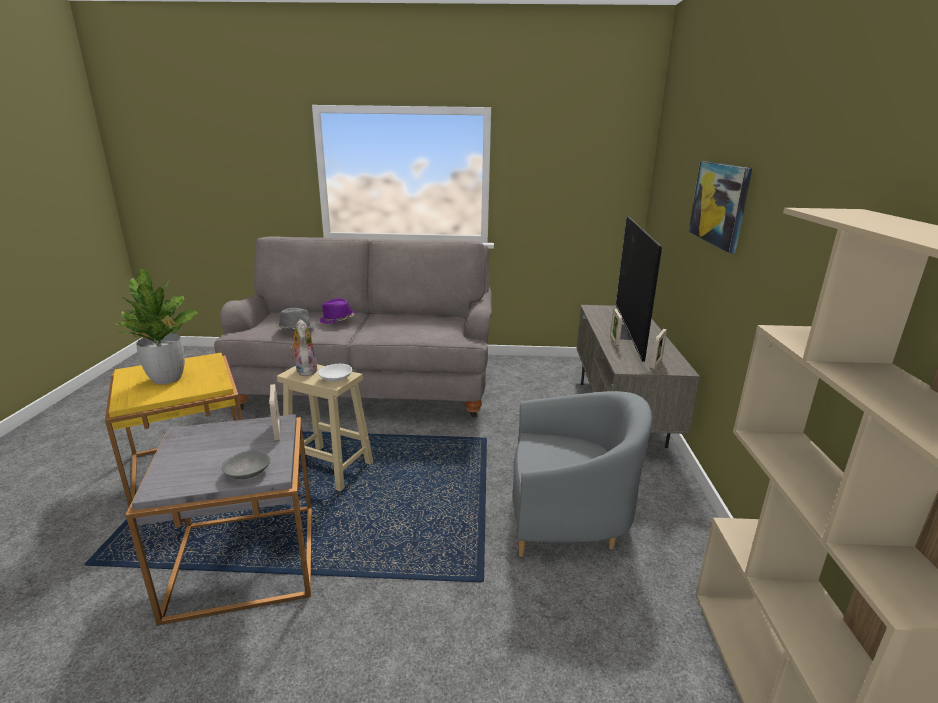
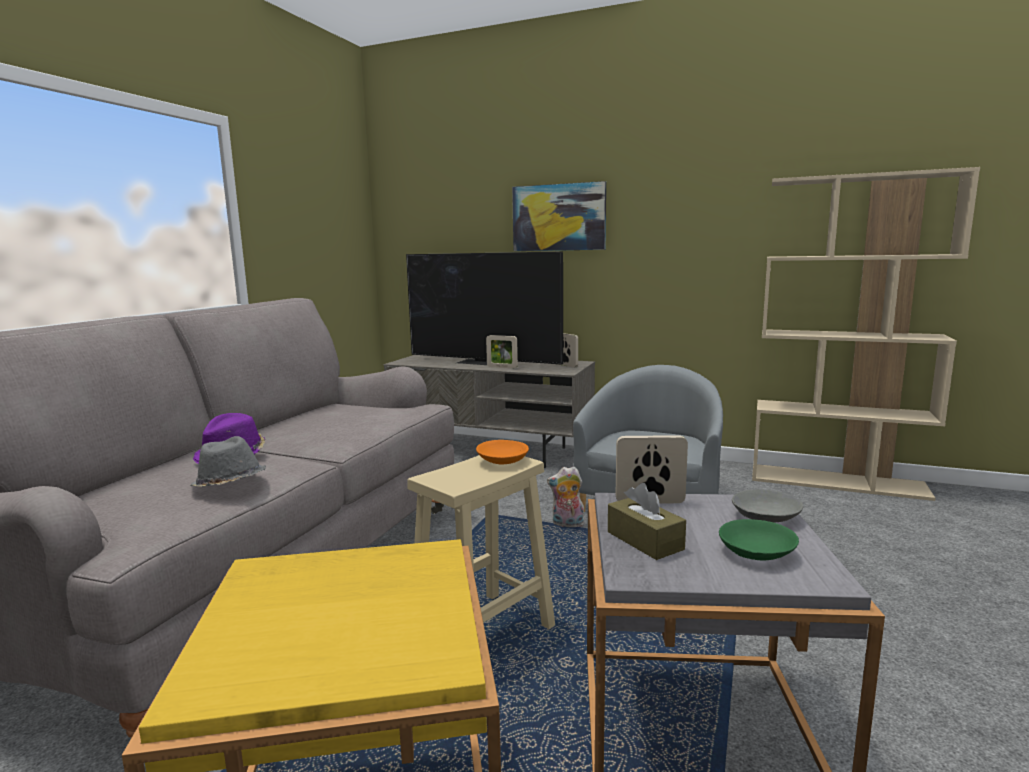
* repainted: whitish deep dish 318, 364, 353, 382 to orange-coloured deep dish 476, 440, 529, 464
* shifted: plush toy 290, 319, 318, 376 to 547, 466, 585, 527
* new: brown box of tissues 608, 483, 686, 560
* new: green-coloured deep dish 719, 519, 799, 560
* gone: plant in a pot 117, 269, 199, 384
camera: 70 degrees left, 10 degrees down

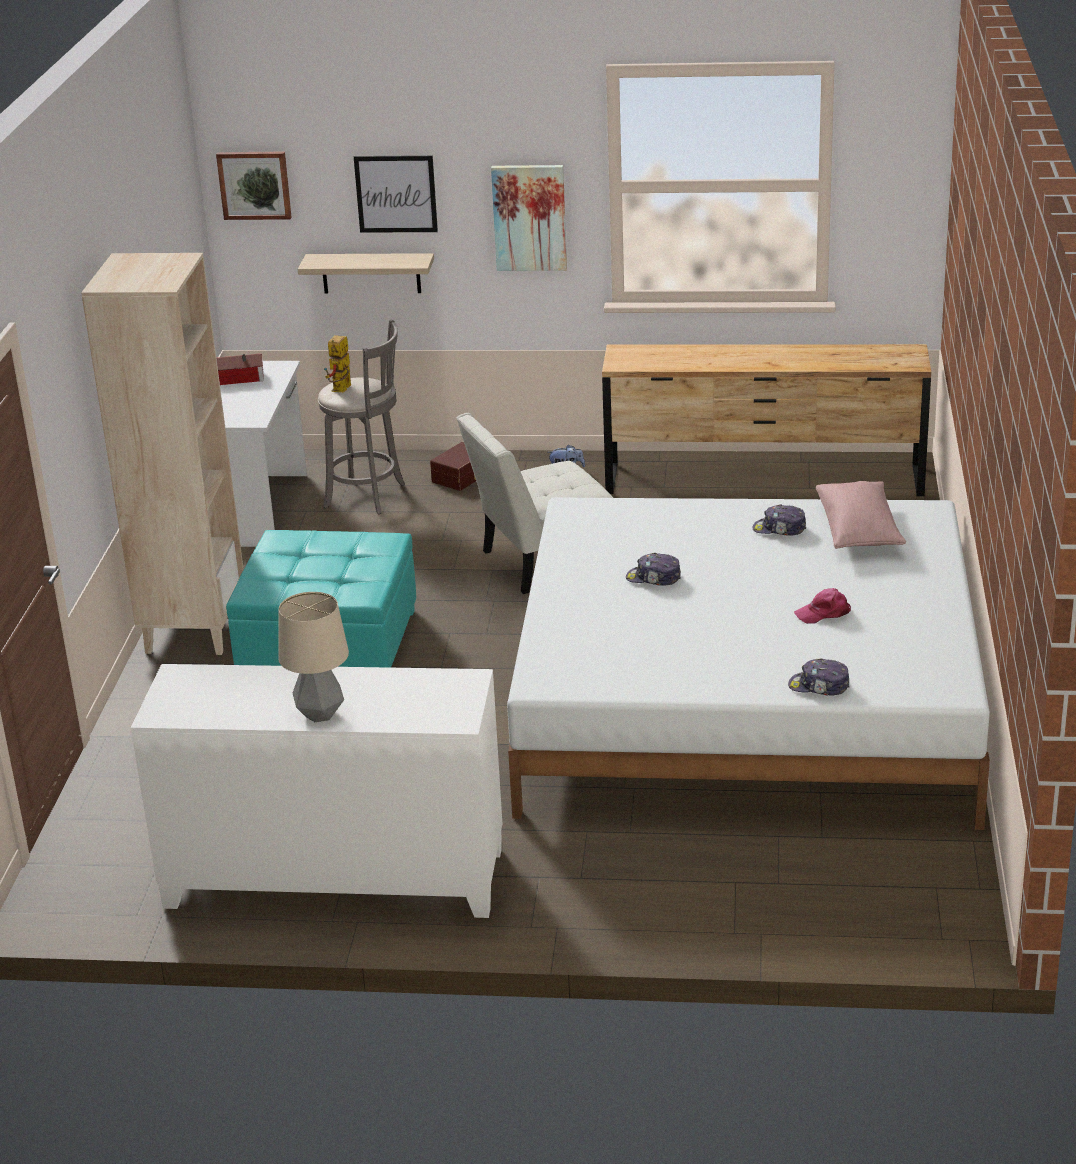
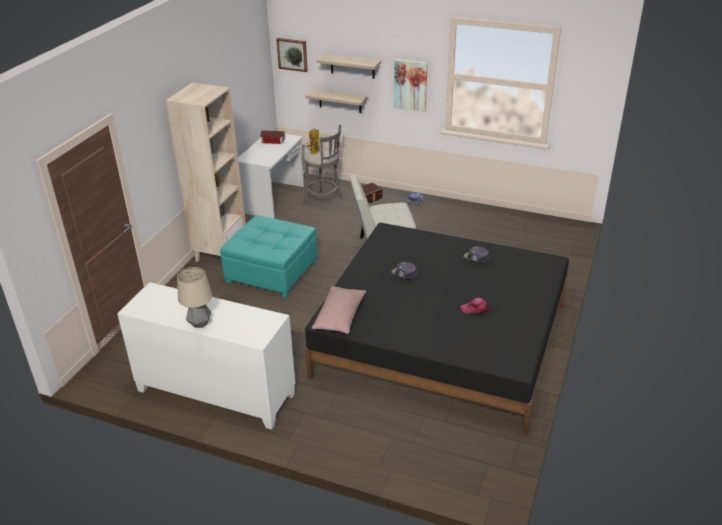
* repainted: whitish bed 507, 497, 990, 830 to blackish bed 305, 223, 569, 436
* shifted: pink cushion 816, 481, 906, 549 to 312, 286, 366, 334
* swapped: wall art 354, 155, 438, 233 to wall shelf 316, 54, 381, 79
* gone: brown drawer chest 602, 344, 931, 496
* gone: baseball cap 788, 658, 850, 696
camera: 15 degrees right, 5 degrees up

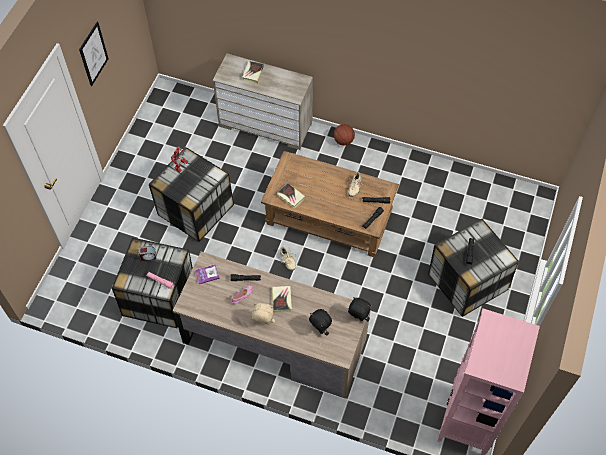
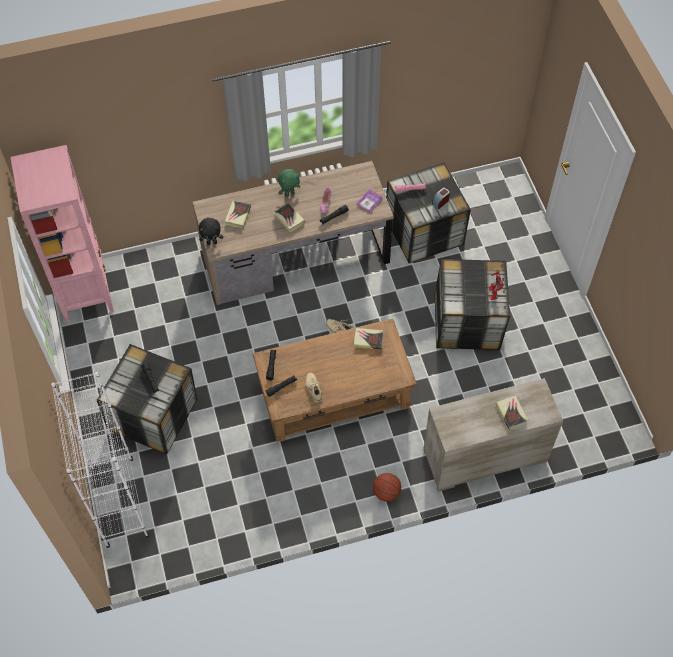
* new: whitish shelving unit 51, 372, 149, 548
* swapped: blackish plush toy 309, 309, 332, 335 to bound book 225, 201, 251, 228
* repainted: sand-coloured plush toy 252, 303, 275, 324 to green-coloured plush toy 278, 169, 300, 197
* gone: wall art 79, 21, 108, 86
camera: 145 degrees right, 0 degrees up

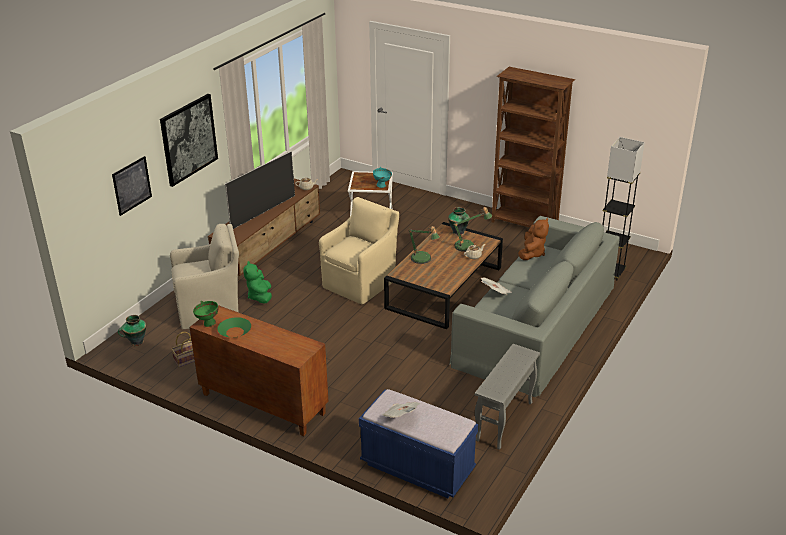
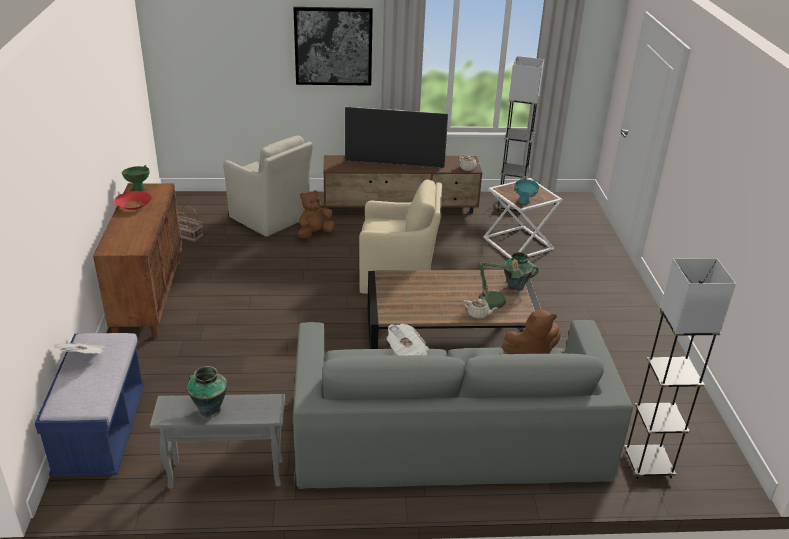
* repainted: green-coloured deep dish 217, 317, 251, 338 to red deep dish 114, 191, 152, 210
* shifted: decorative vase 118, 315, 146, 346 to 187, 366, 227, 418
* repainted: green-coloured plush toy 244, 261, 272, 304 to brown plush toy 298, 190, 335, 238
* new: greyish floor lamp 496, 56, 544, 215
* gone: wall art 112, 156, 152, 216
* gone: table lamp 408, 226, 440, 264
* gone: brown shelving unit 492, 67, 575, 228
camera: 55 degrees right, 0 degrees up

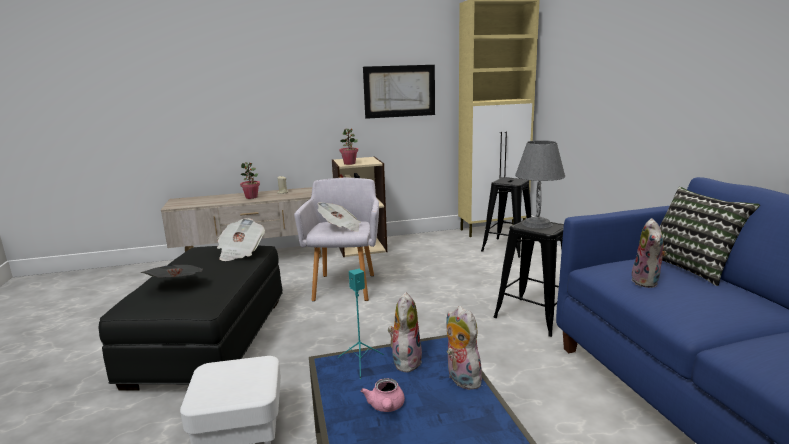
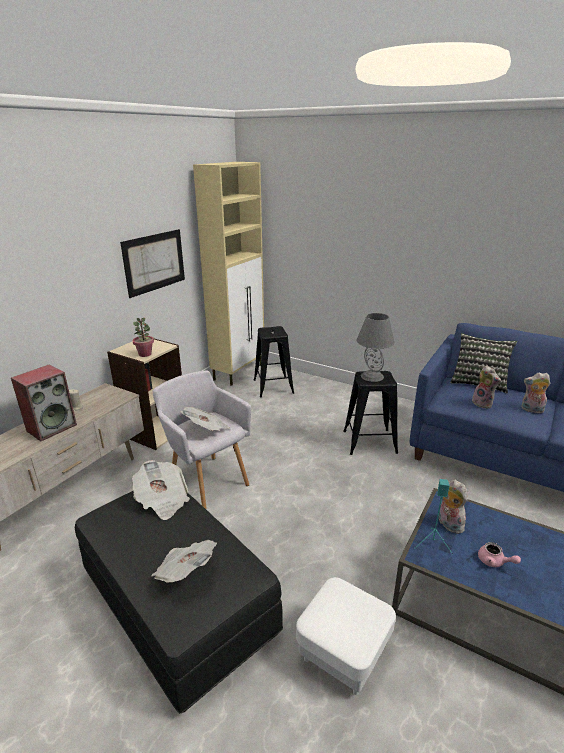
* swapped: plant in a pot 240, 162, 260, 199 to speaker 11, 364, 77, 441
* shifted: plush toy 447, 306, 482, 390 to 521, 372, 551, 413
camera: 45 degrees left, 10 degrees up

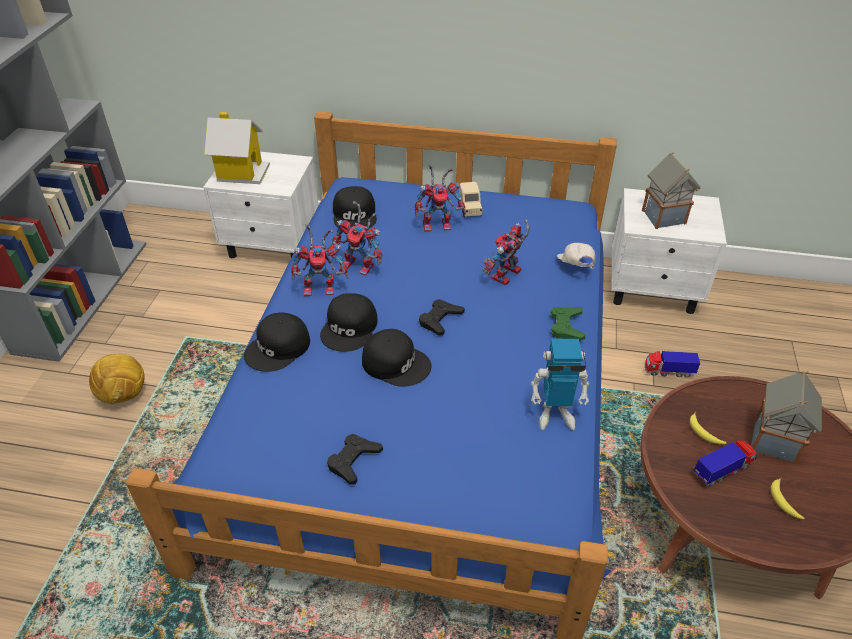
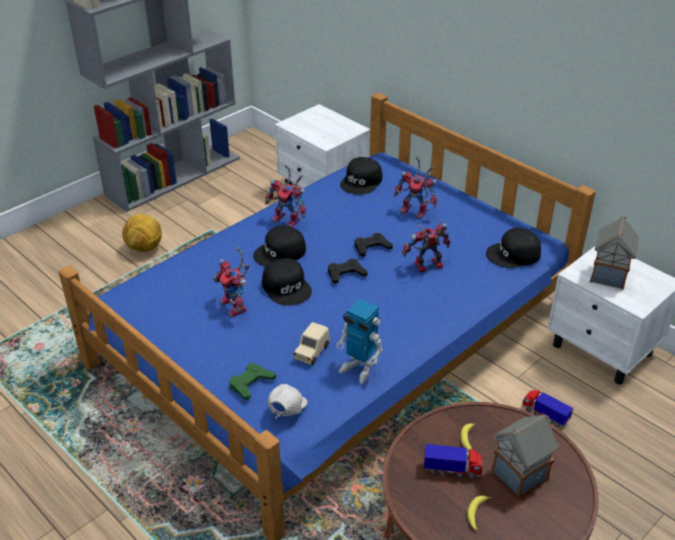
* shifted: robot figure 332, 201, 382, 276 to 213, 247, 249, 317
* shifted: green-coloured game controller 551, 307, 585, 341 to 229, 363, 276, 400
* shifted: whitish baseball cap 557, 243, 596, 269 to 268, 384, 308, 419
* shifted: sand-coloured model car 459, 182, 483, 217 to 293, 322, 330, 365
* shifted: blackish game controller 327, 434, 383, 484 to 354, 233, 393, 257
* shifted: blackish baseball cap 244, 313, 310, 372 to 486, 228, 541, 268
* gone: model house 204, 112, 270, 184
camera: 35 degrees right, 5 degrees down

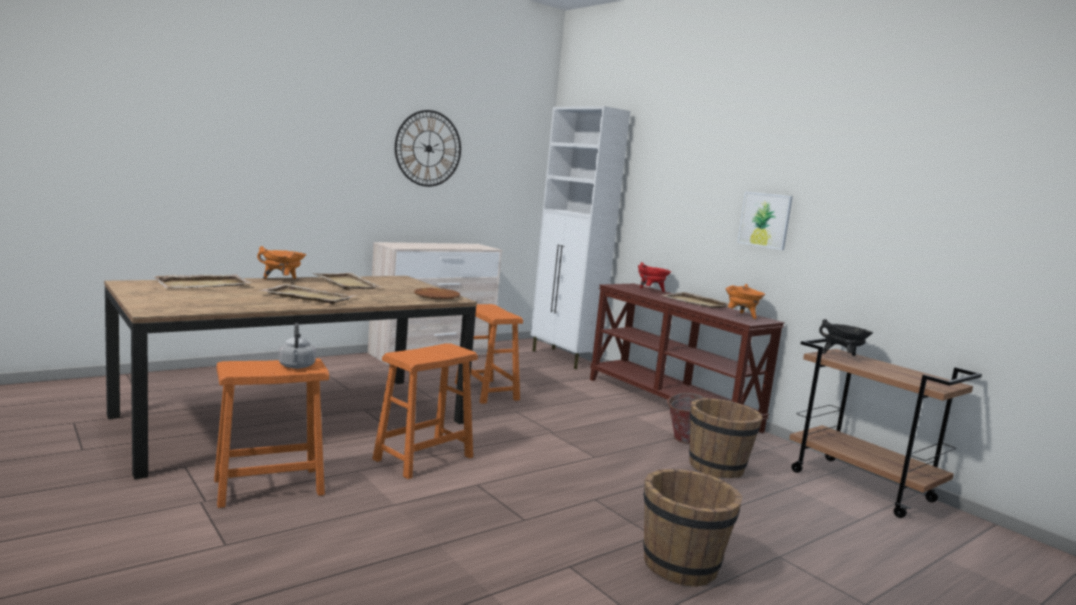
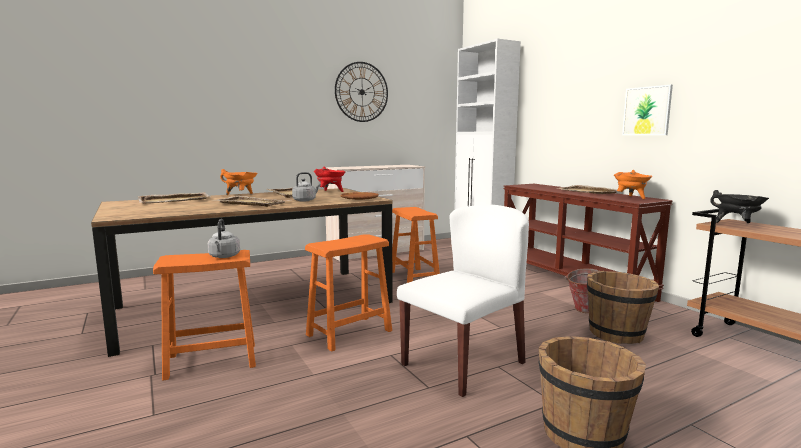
* new: greyish tea kettle 292, 172, 321, 202
* shifted: red saucepot 638, 262, 671, 292 to 314, 166, 346, 192
* new: whitish upright chair 397, 205, 529, 397
camera: 10 degrees right, 0 degrees up

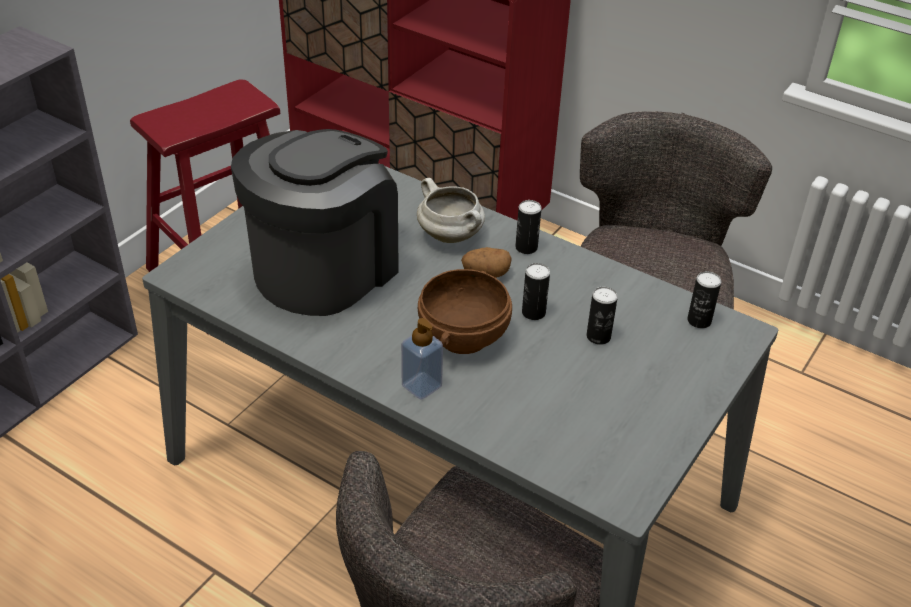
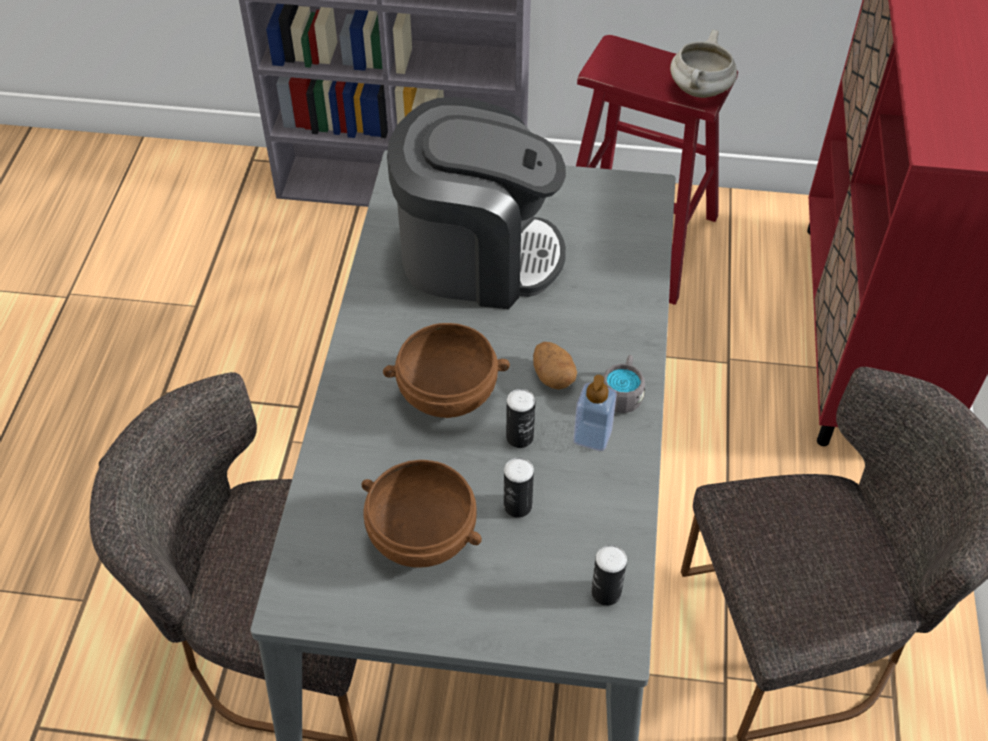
* new: brown deep dish 361, 460, 482, 568
* shifted: liquid soap bottle 401, 318, 443, 400 to 573, 375, 617, 451
* swapped: metal can 515, 200, 542, 254 to greyish tea mug 603, 355, 645, 413
* shifted: whitish saucepot 417, 178, 485, 243 to 670, 30, 737, 98
camera: 65 degrees right, 10 degrees up

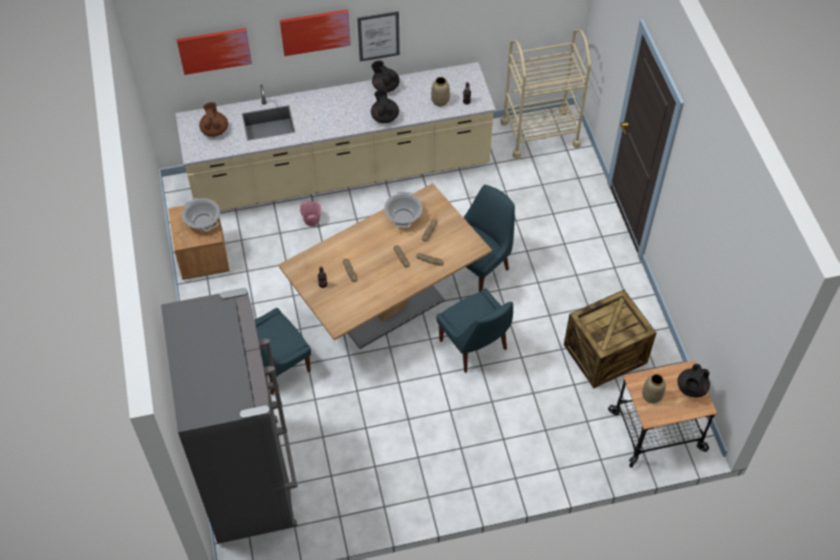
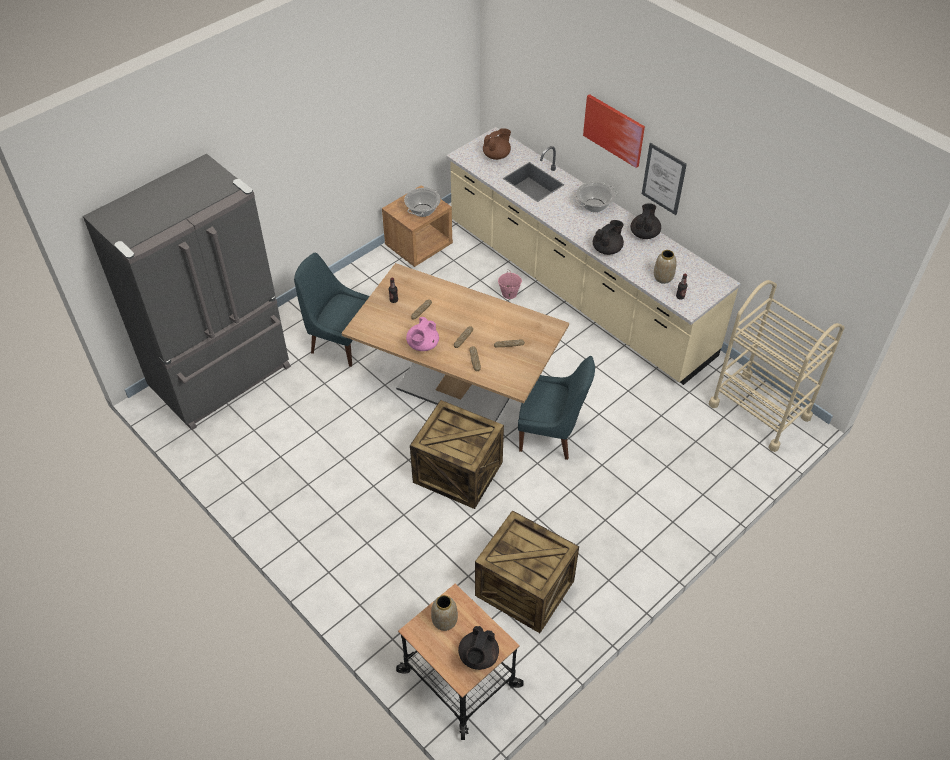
* new: pink teapot 406, 317, 439, 351
* swapped: blue upright chair 436, 288, 513, 373 to packing crate 410, 400, 504, 509
* rotated: blackish teapot 677, 364, 710, 398 = 458, 626, 499, 670 75 degrees counterclockwise
* shifted: saucepot 384, 192, 423, 228 to 573, 181, 618, 212
* gone: wall art 177, 28, 252, 75
camera: 60 degrees right, 5 degrees down

